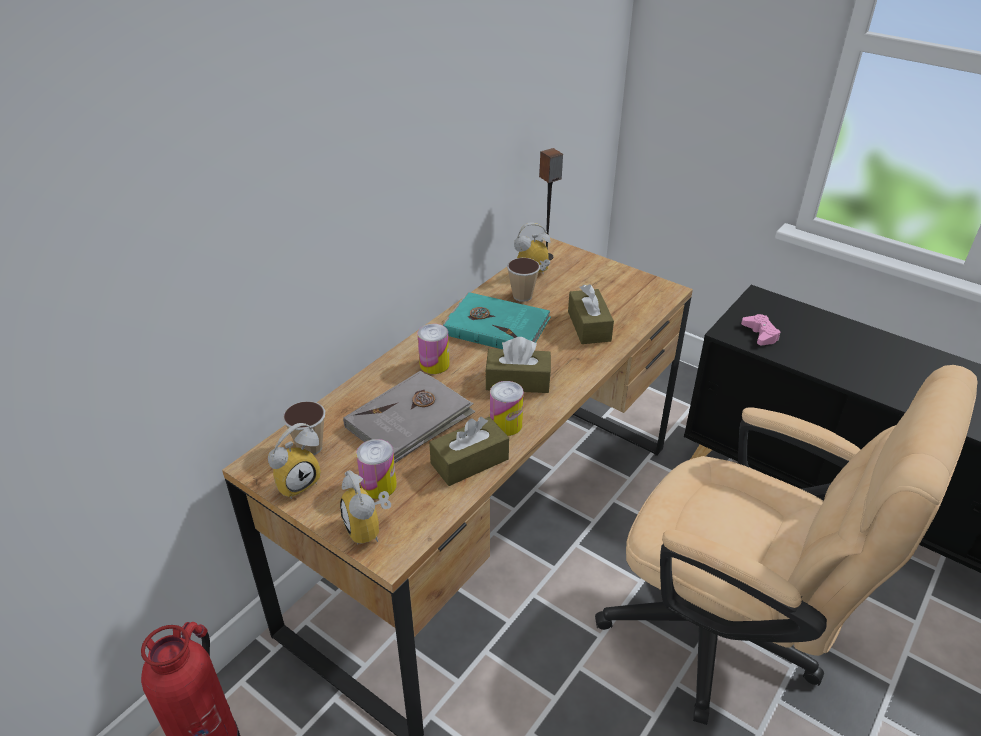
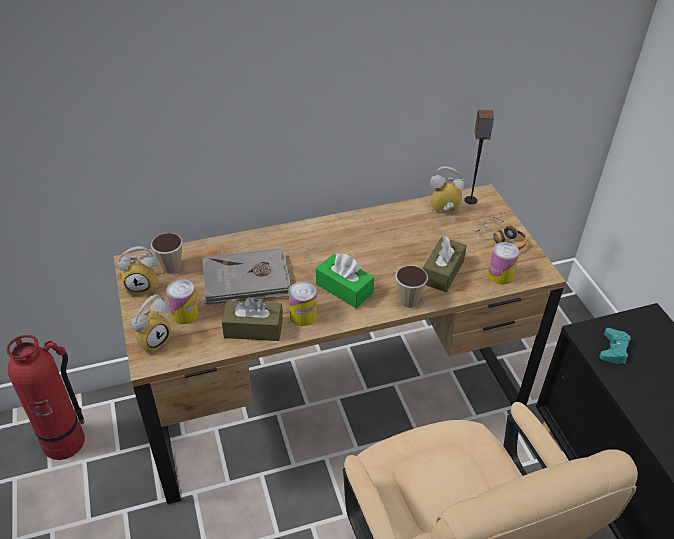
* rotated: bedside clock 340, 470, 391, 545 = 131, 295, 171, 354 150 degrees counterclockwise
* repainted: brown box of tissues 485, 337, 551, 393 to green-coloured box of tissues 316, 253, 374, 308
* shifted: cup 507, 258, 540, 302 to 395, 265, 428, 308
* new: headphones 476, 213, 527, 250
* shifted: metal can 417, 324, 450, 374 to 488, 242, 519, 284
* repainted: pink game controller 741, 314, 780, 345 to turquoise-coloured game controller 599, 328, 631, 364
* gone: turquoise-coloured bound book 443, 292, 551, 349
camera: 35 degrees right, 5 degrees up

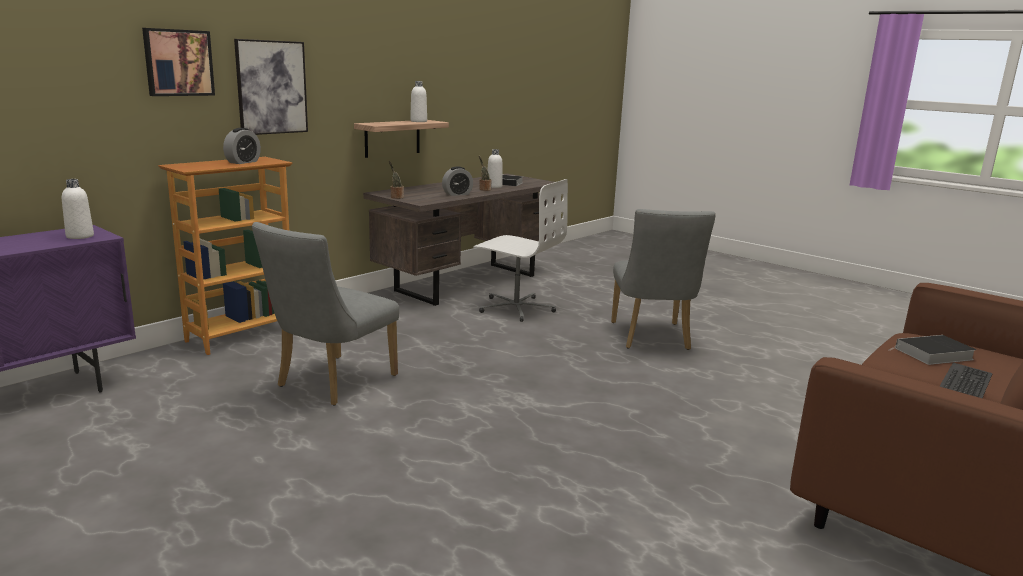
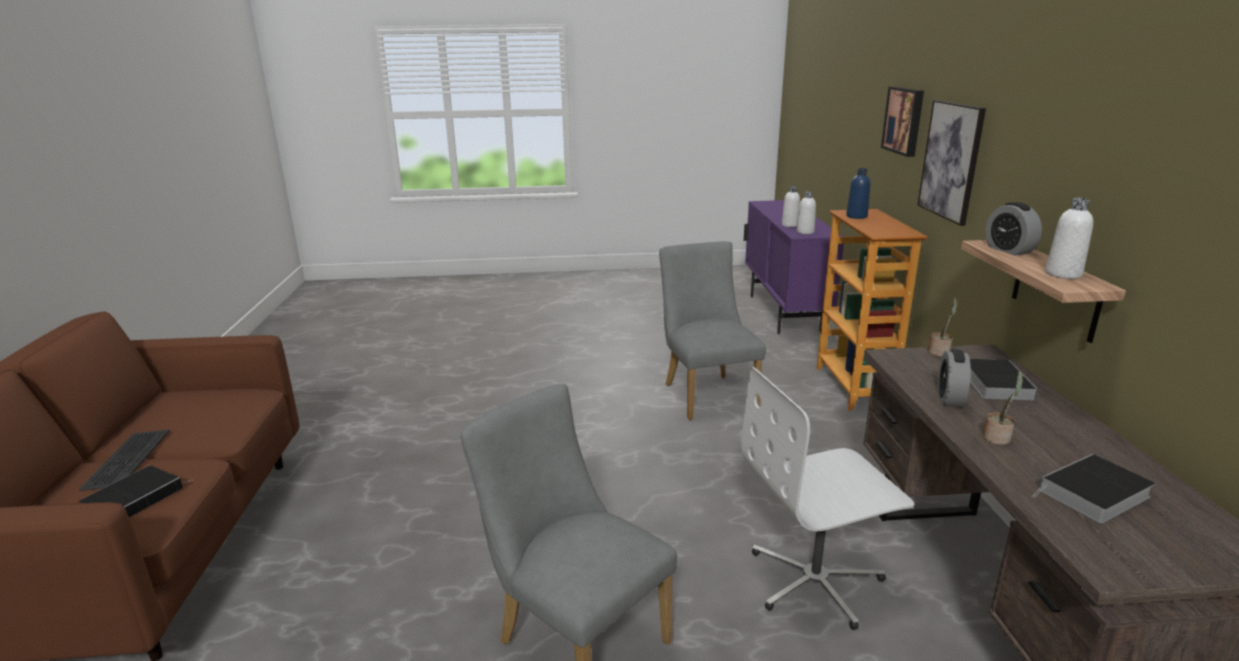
* shifted: whitish drink bottle 487, 149, 502, 188 to 782, 186, 800, 227
* new: blue drink bottle 846, 168, 870, 219
* new: bound book 970, 359, 1038, 400
* shifted: bedside clock 223, 128, 261, 164 to 985, 202, 1042, 255
camera: 135 degrees right, 5 degrees up

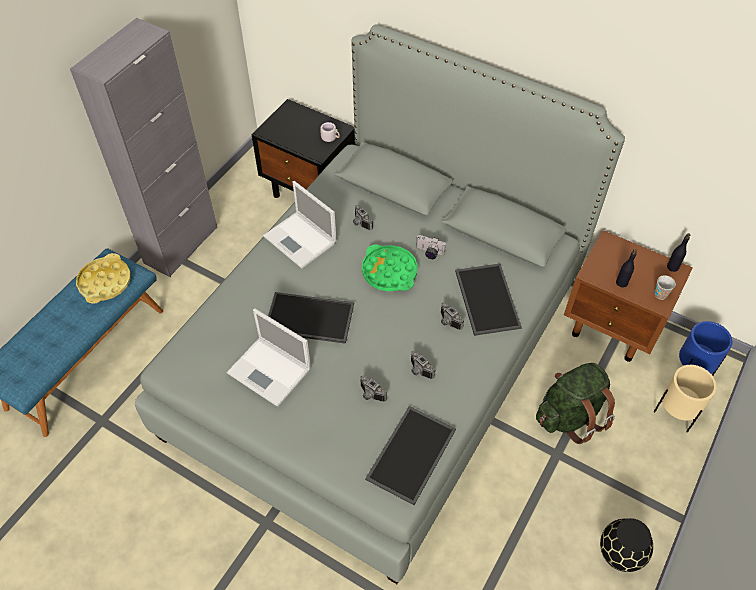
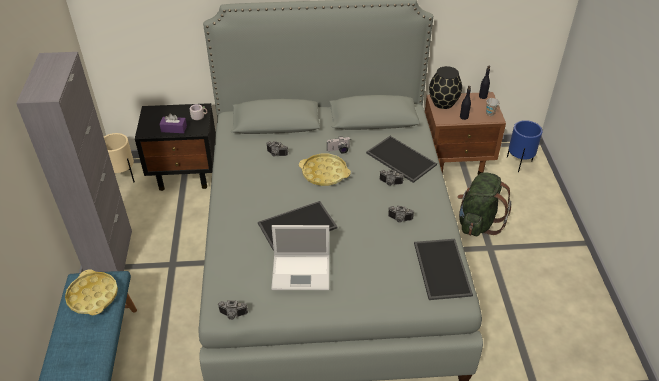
* shifted: sand-coloured planter 654, 365, 717, 432 to 104, 133, 135, 182
* new: purplish box of tissues 159, 114, 187, 133
* shifted: photo camera 360, 375, 387, 402 to 218, 300, 248, 320
* repainted: green-coloured serving tray 362, 244, 418, 291 to yellow-coloured serving tray 299, 154, 351, 186
* shifted: blackish decorative vase 600, 518, 653, 572 to 429, 66, 462, 109
* gone: notebook computer 263, 181, 337, 268
camera: 35 degrees left, 10 degrees down

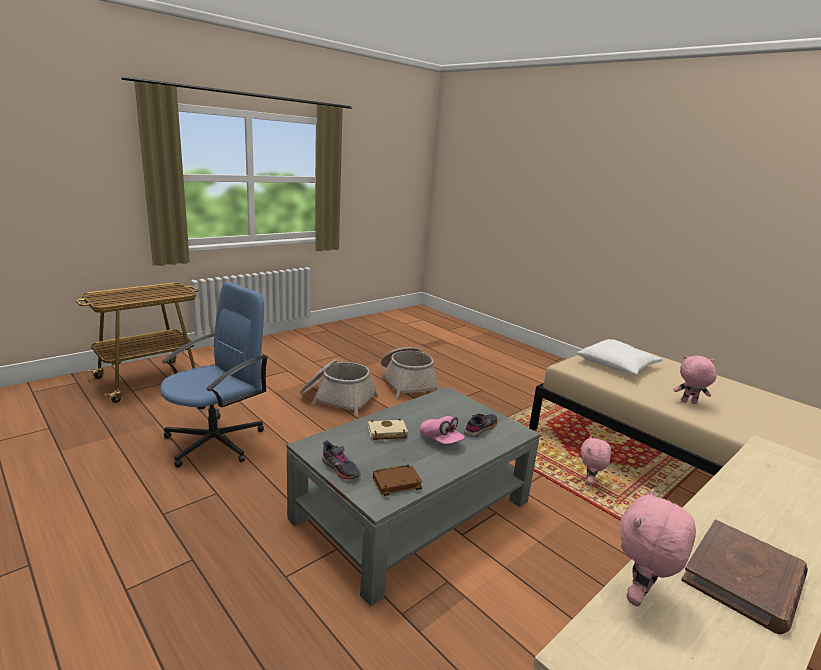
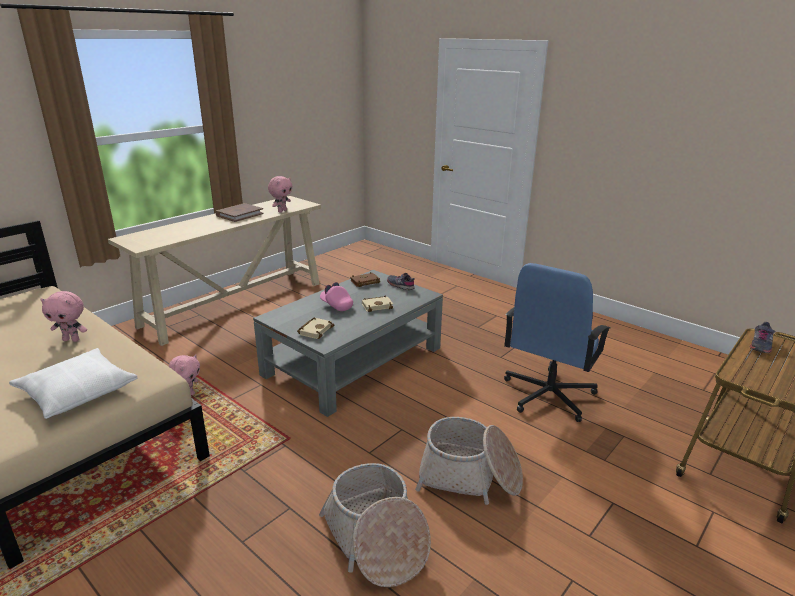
* new: sand-coloured bound book 297, 318, 334, 339
* shifted: greyish low shoe 464, 414, 498, 437 to 750, 322, 775, 353
camera: 175 degrees right, 5 degrees up

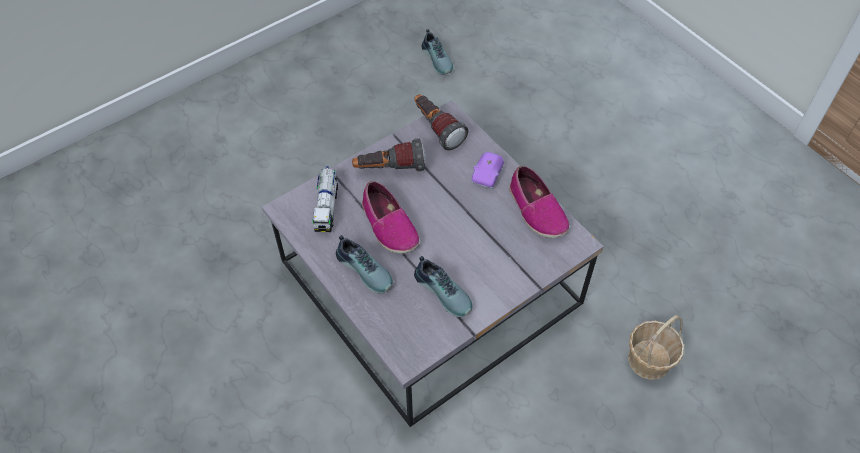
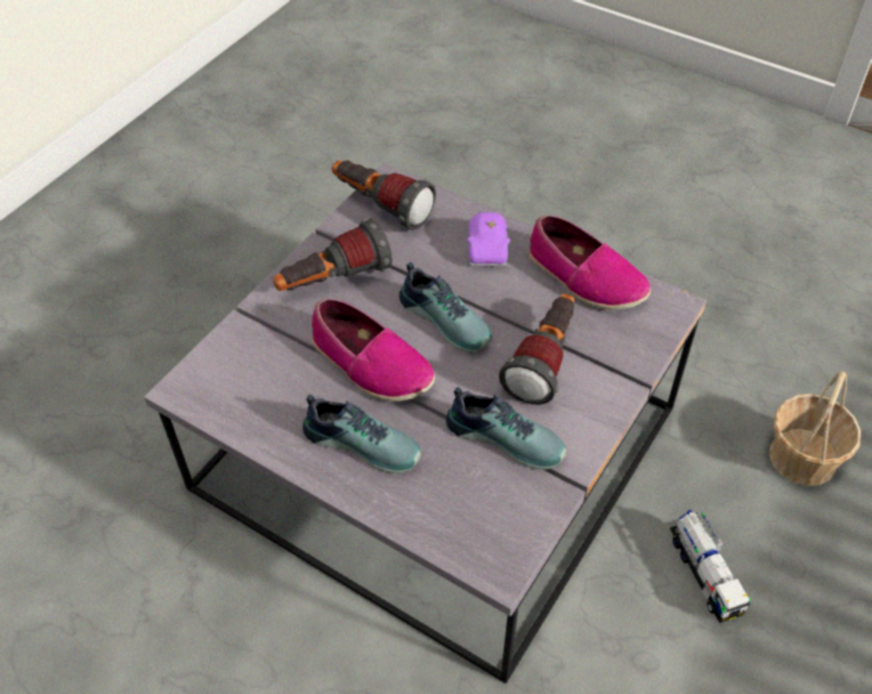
* shifted: low shoe 422, 29, 454, 75 to 399, 262, 492, 352
* new: hand torch 499, 294, 575, 405
* shifted: toy truck 312, 166, 338, 232 to 670, 510, 751, 623
camera: 20 degrees left, 5 degrees down

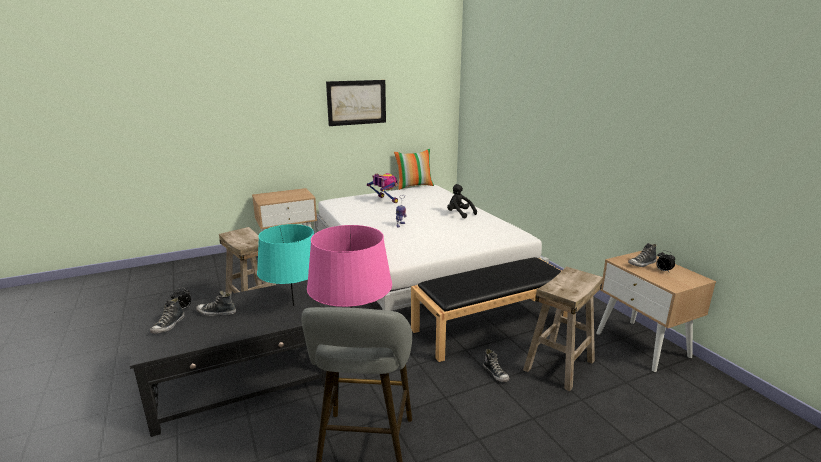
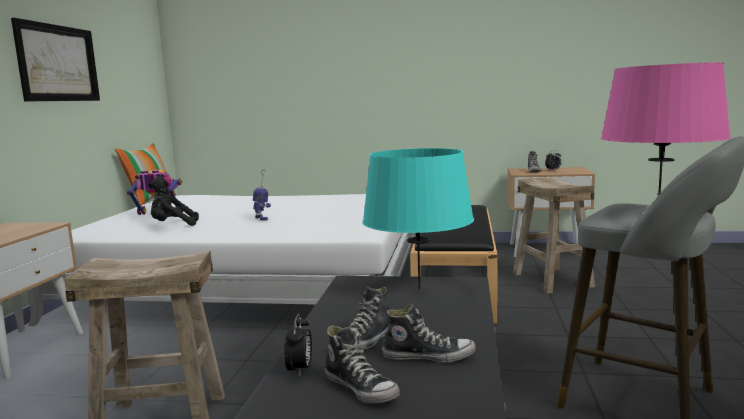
* shifted: blackish plush toy 447, 184, 477, 218 to 148, 177, 199, 226
* shifted: low shoe 483, 349, 509, 382 to 382, 304, 476, 363
camera: 55 degrees left, 10 degrees down

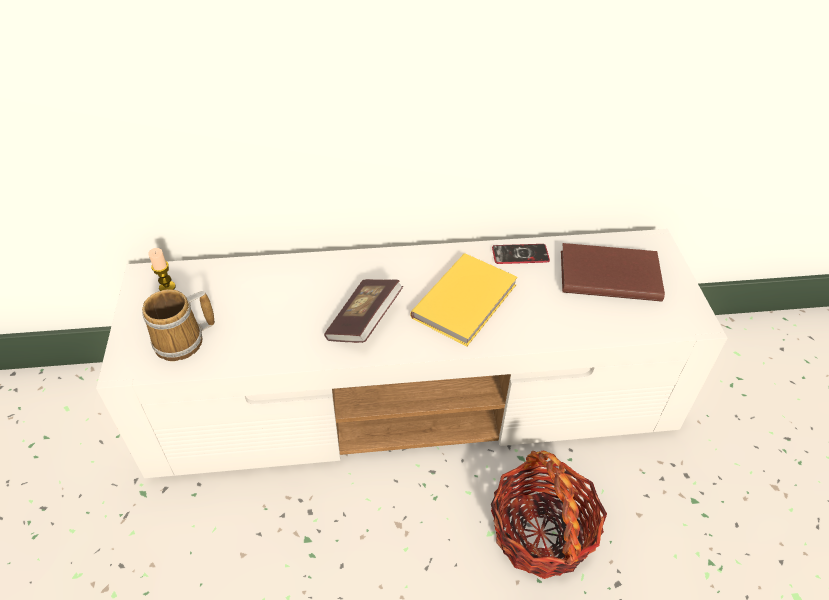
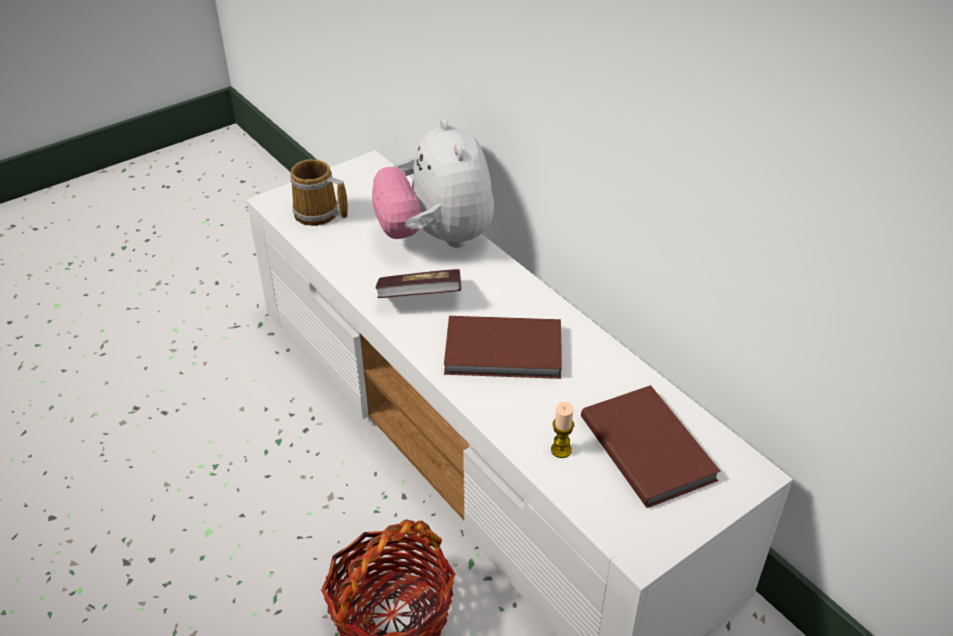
* new: plush toy 372, 118, 494, 248
* repainted: yellow-coloured bound book 410, 253, 518, 346 to brown bound book 444, 316, 562, 379
* shifted: wax candle 148, 248, 176, 291 to 551, 402, 574, 458
* gone: telephone 492, 244, 550, 264
camera: 60 degrees right, 5 degrees down

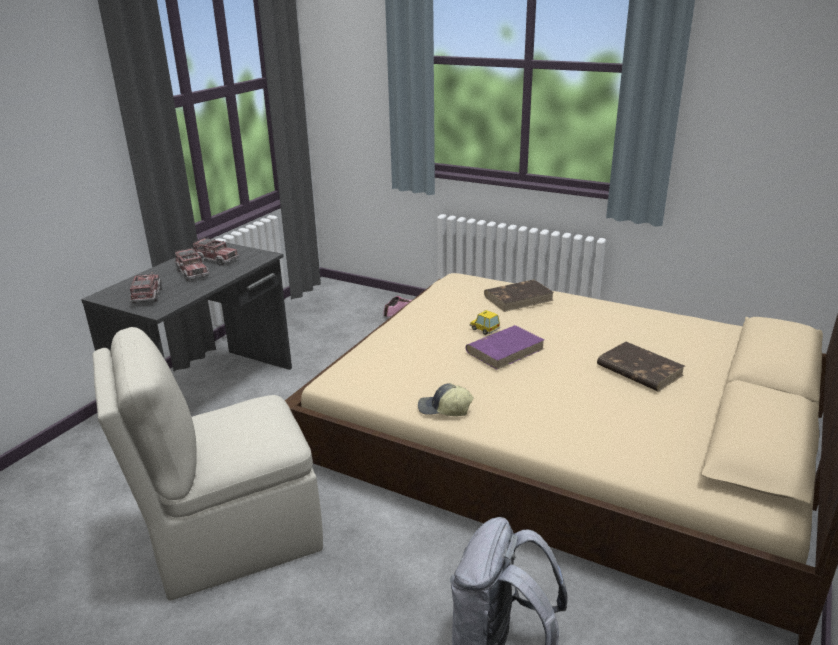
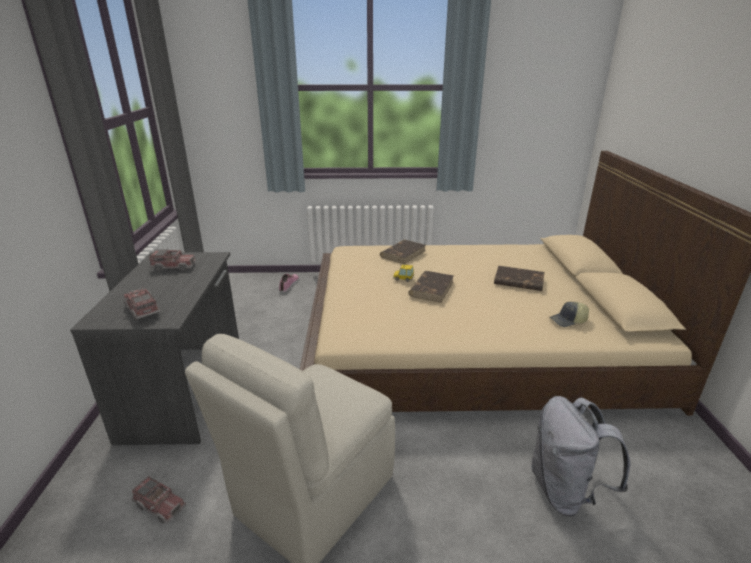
* shifted: toy truck 174, 247, 209, 281 to 131, 476, 186, 524
* repainted: purplish bound book 466, 325, 544, 370 to brown bound book 408, 271, 454, 303
* shifted: baseball cap 418, 383, 474, 416 to 549, 302, 589, 327
camera: 30 degrees left, 0 degrees up

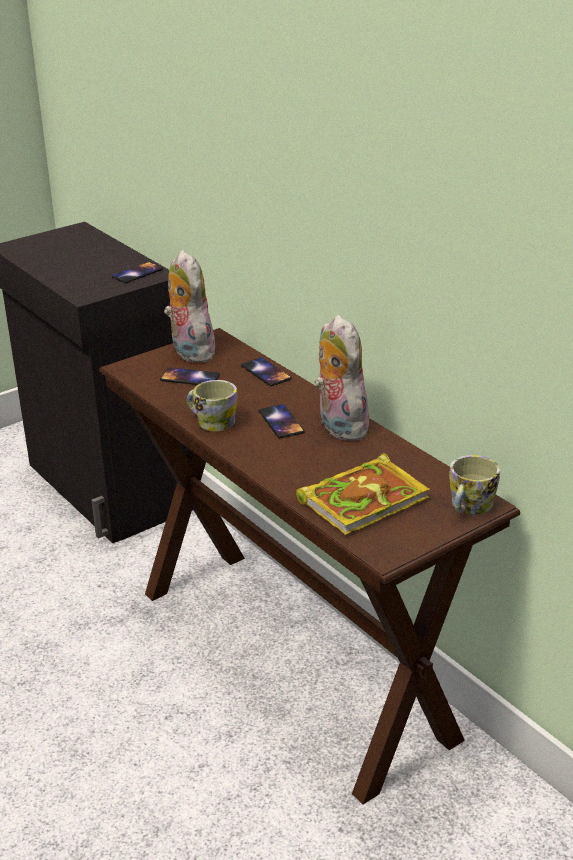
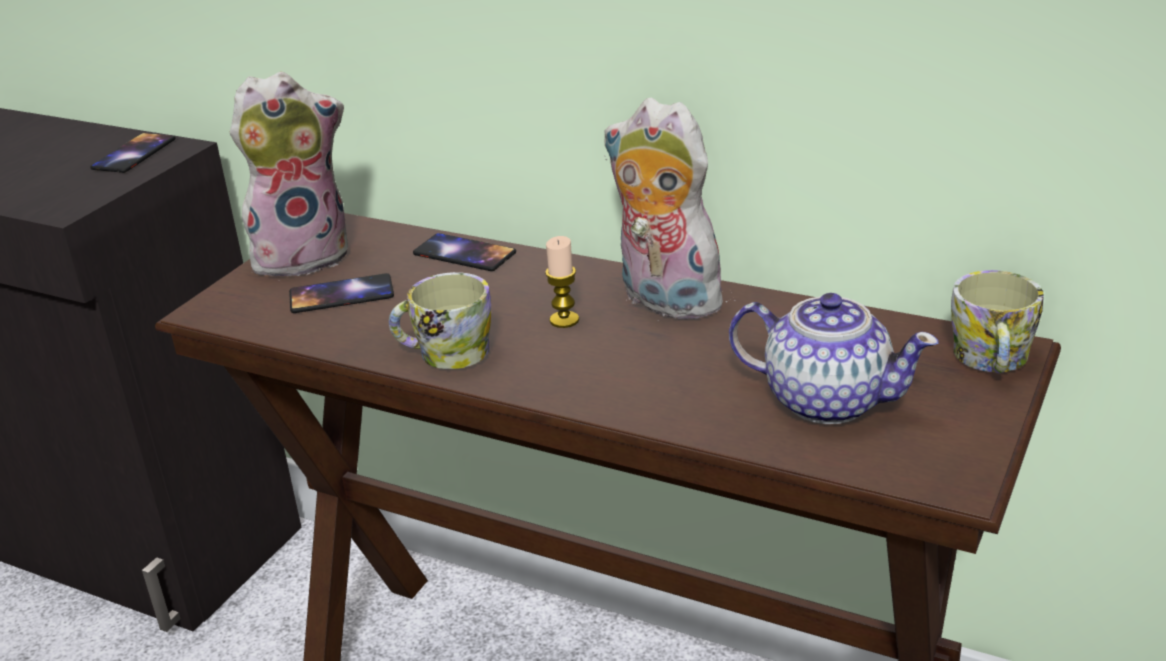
* rotated: plush toy 164, 250, 215, 363 = 230, 72, 348, 276 120 degrees clockwise
* swapped: telephone 259, 404, 305, 438 to wax candle 545, 236, 579, 328
* swapped: bound book 296, 453, 430, 535 to teapot 729, 293, 939, 424
camera: 25 degrees left, 0 degrees up

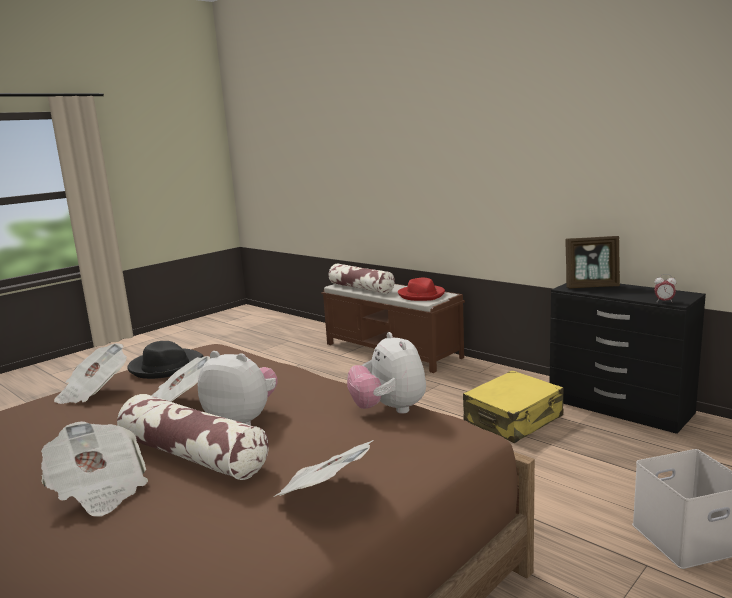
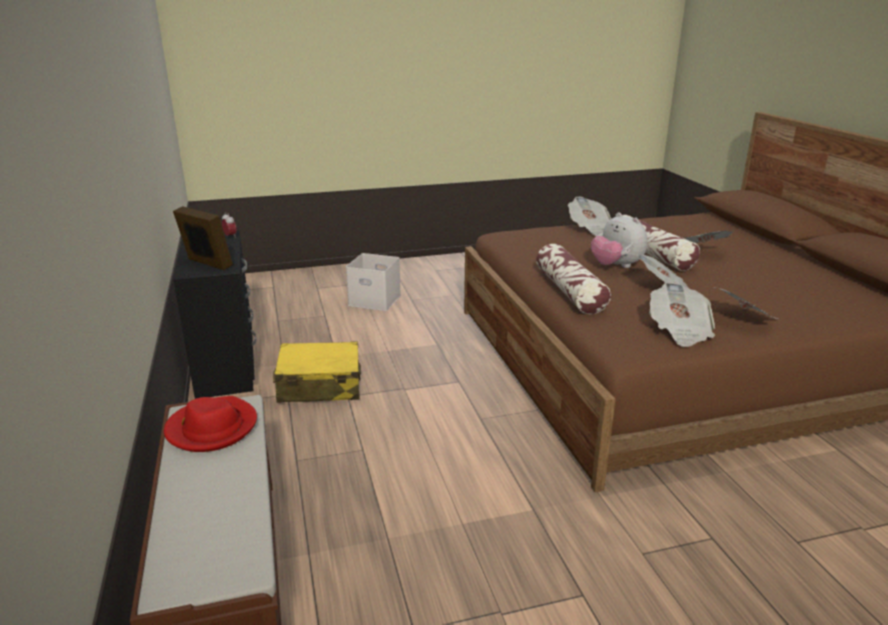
* shifted: cushion 329, 264, 395, 294 to 536, 244, 611, 314
* swapped: blackish wearable hat 127, 341, 203, 379 to newspaper 649, 282, 715, 347
* gone: plush toy 347, 332, 426, 414
camera: 150 degrees left, 10 degrees up

